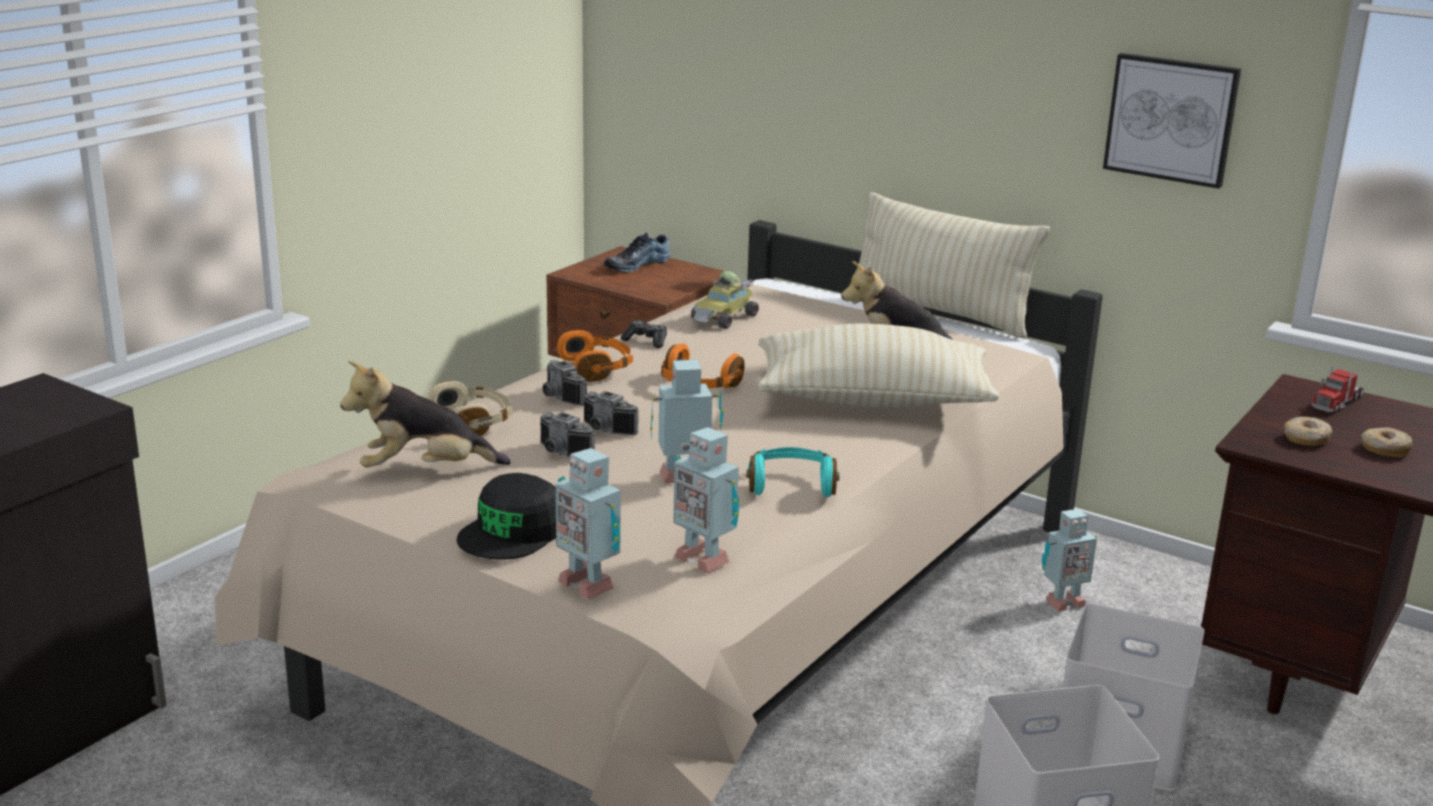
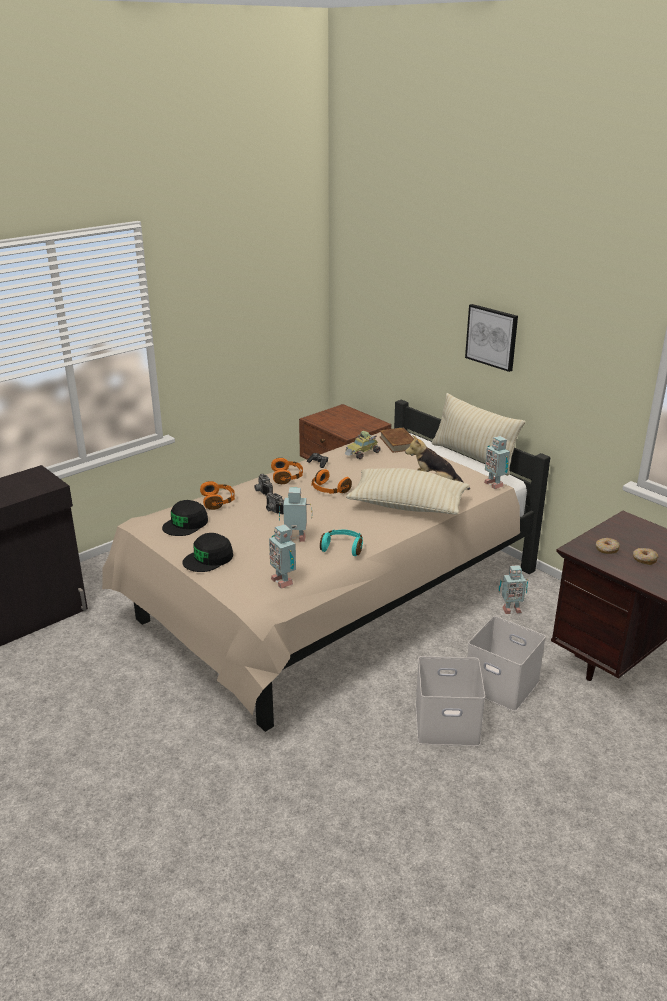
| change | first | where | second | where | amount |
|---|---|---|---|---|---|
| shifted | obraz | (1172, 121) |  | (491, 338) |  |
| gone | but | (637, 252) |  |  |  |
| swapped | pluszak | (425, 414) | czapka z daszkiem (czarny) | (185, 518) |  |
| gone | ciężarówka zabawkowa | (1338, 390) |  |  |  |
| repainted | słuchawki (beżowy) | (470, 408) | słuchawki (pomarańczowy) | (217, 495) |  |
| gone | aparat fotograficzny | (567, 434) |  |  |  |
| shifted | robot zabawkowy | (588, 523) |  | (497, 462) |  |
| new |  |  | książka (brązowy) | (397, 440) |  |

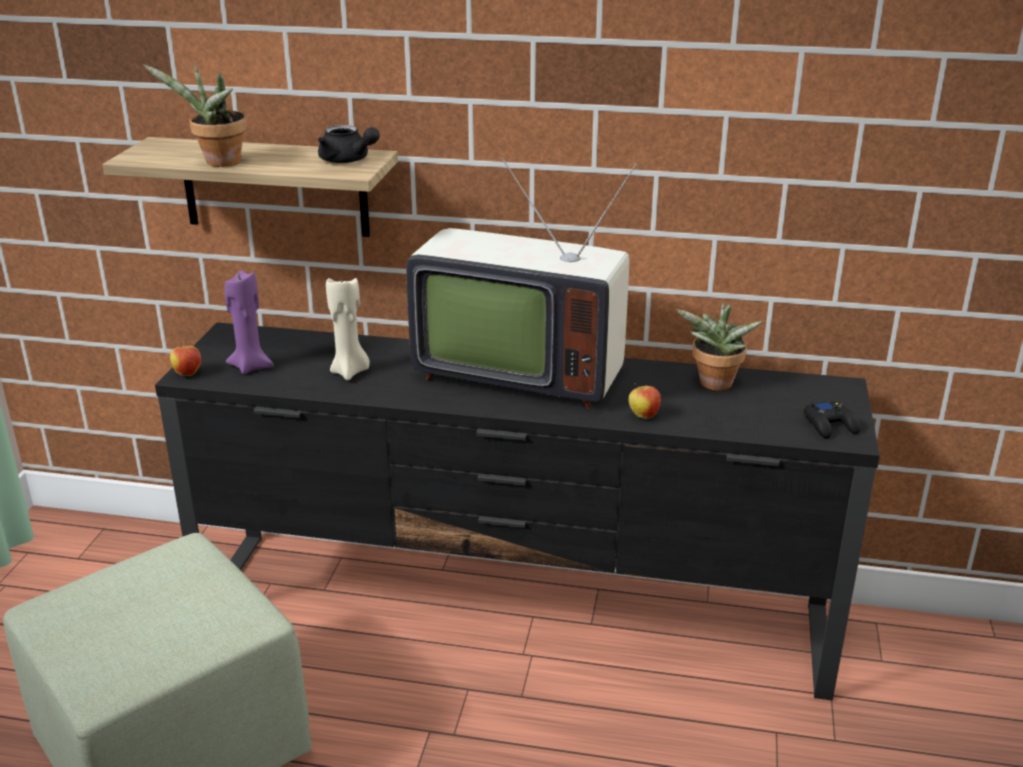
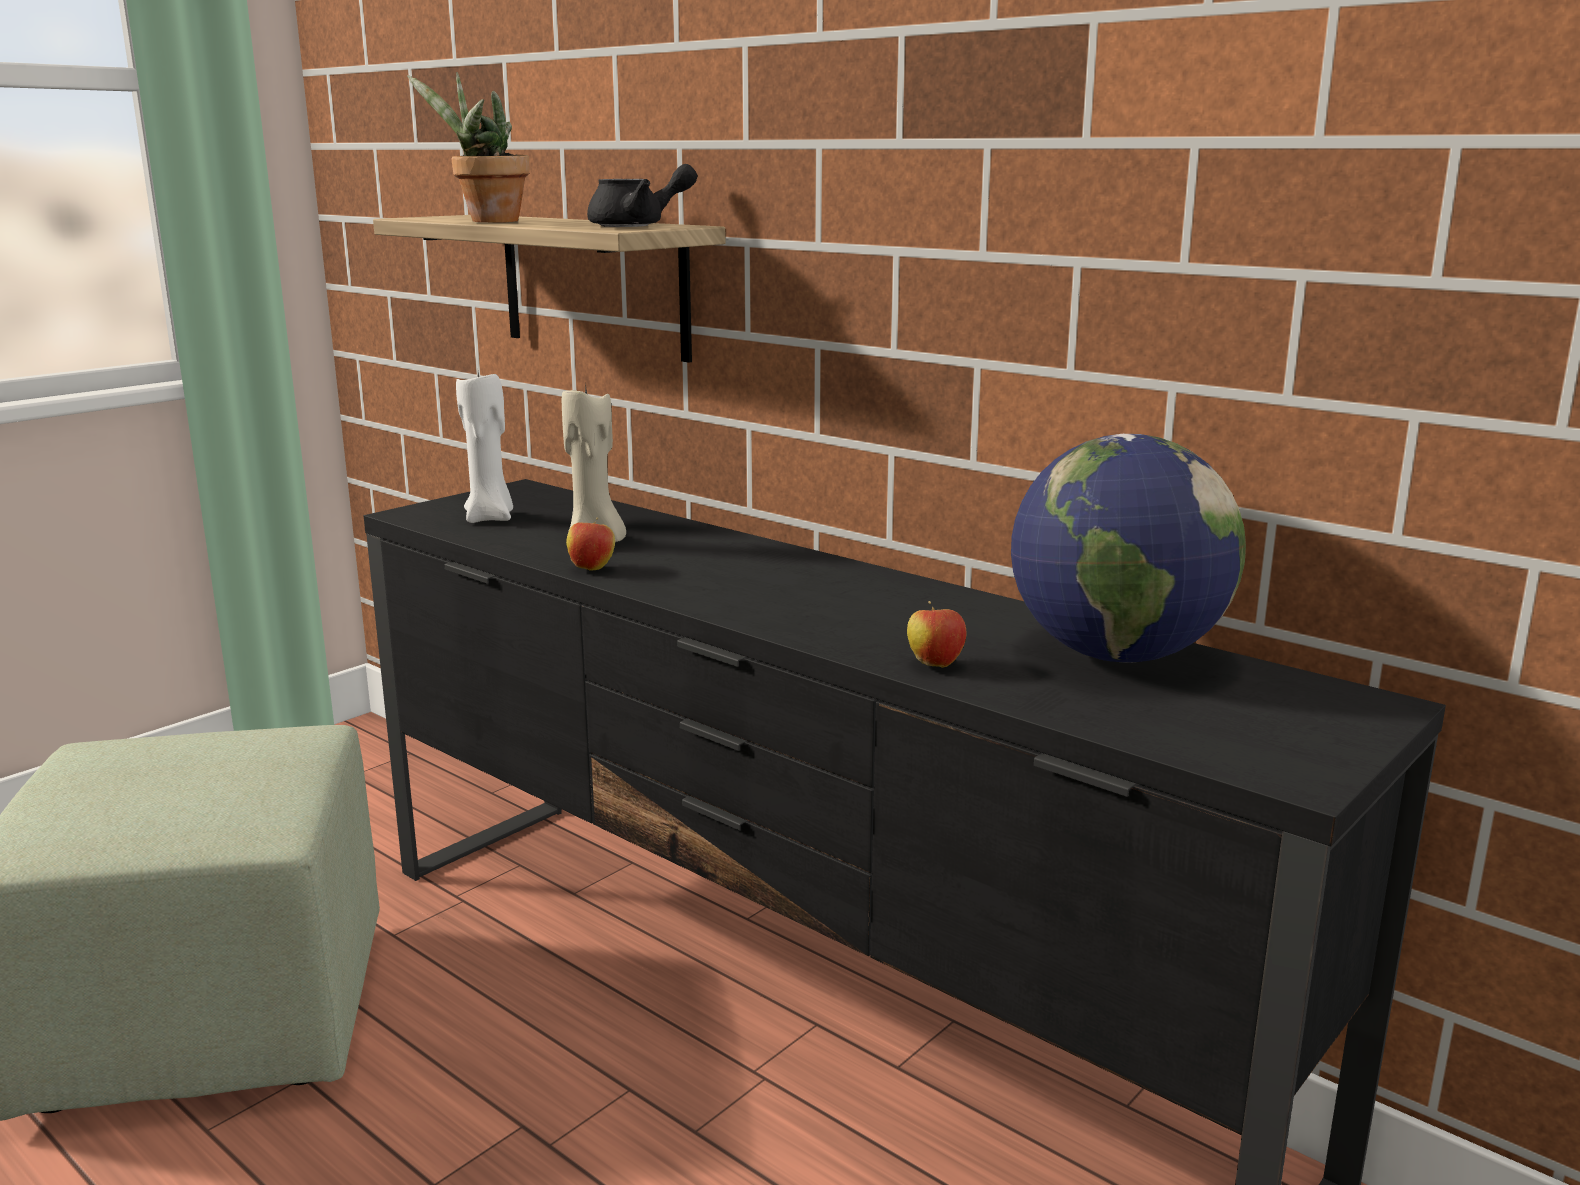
| change | first | where | second | where | amount |
|---|---|---|---|---|---|
| rotated | imbryk (czarny) | (349, 144) |  | (642, 195) | 90 degrees counterclockwise |
| gone | telewizor | (521, 283) |  |  |  |
| repainted | świeca (fioletowy) | (249, 322) | świeca (biały) | (484, 447) |  |
| swapped | roślina doniczkowa | (719, 346) | globus | (1128, 548) |  |
| shifted | jabłko | (185, 359) |  | (590, 544) |  |
| gone | pad do gier (czarny) | (832, 419) |  |  |  |

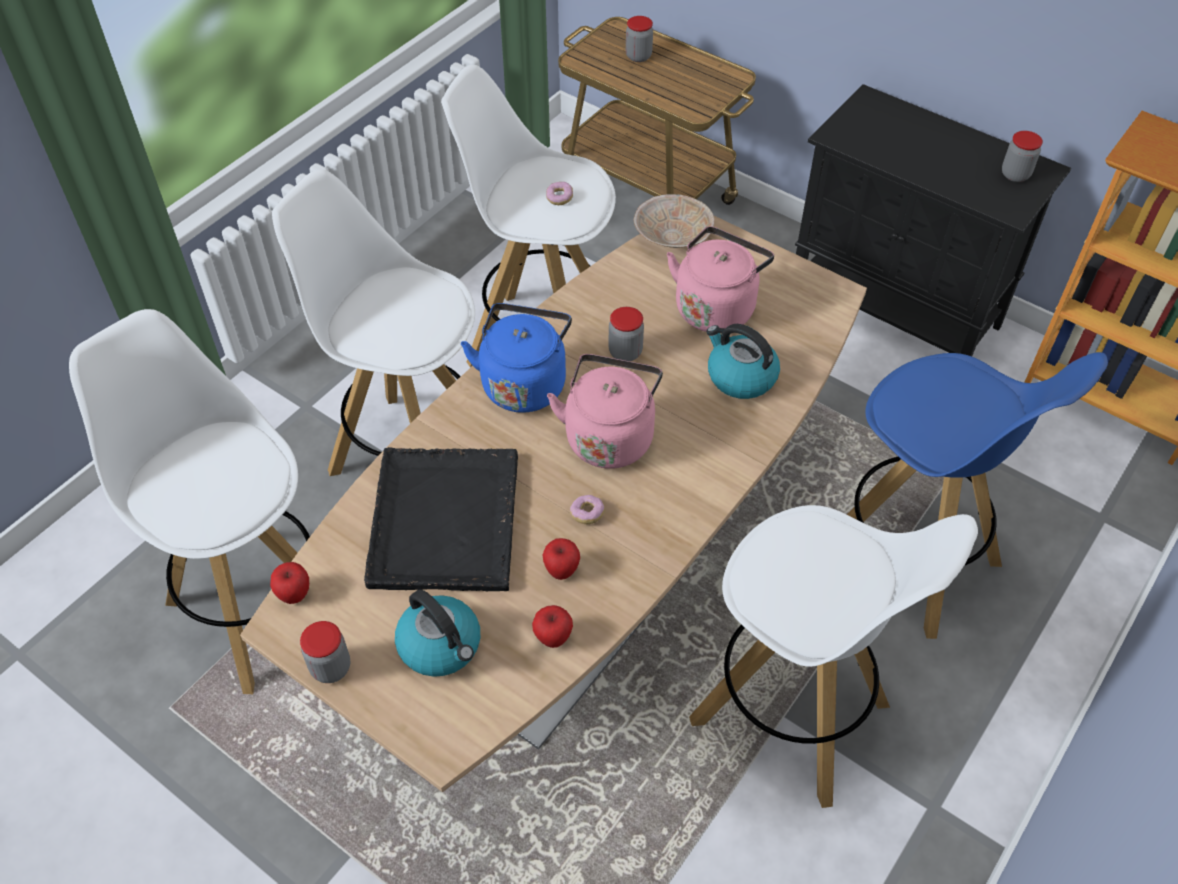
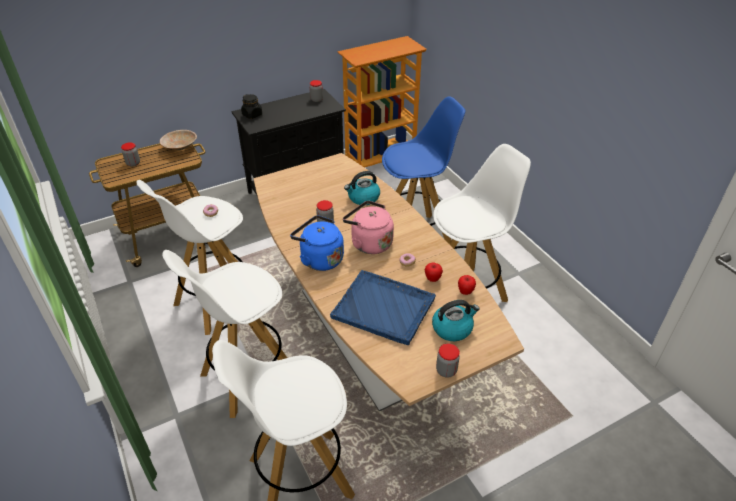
| change | first | where | second | where | amount |
|---|---|---|---|---|---|
| shifted | miska (beżowy) | (674, 221) |  | (178, 140) |  |
| gone | czajnik (różowy) | (720, 279) |  |  |  |
| repainted | taca (czarny) | (441, 519) | taca (niebieski) | (383, 307) |  |
| gone | jabłko | (289, 583) |  |  |  |
| new |  |  | słoik (czarny) | (251, 106) |  |

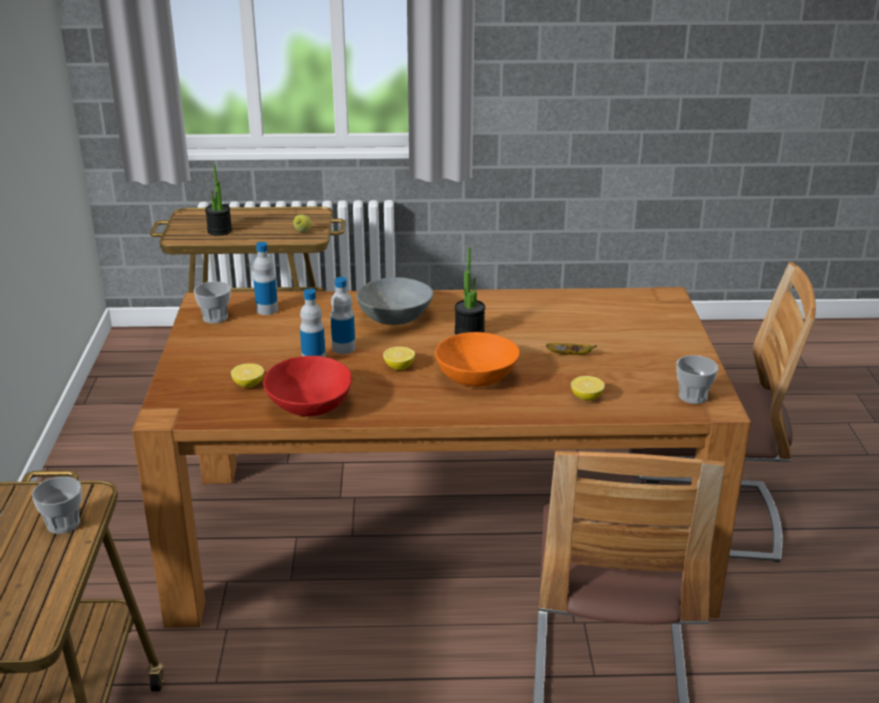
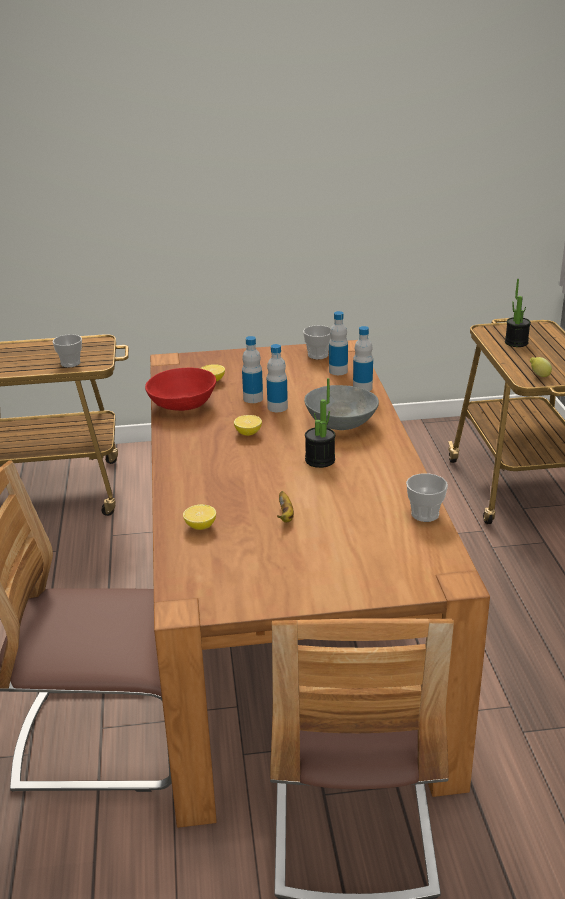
| change | first | where | second | where | amount |
|---|---|---|---|---|---|
| gone | miska (pomarańczowy) | (477, 359) |  |  |  |
| shifted | filiżanka | (697, 379) |  | (427, 497) |  |
| new |  |  | butelka | (363, 358) |  |

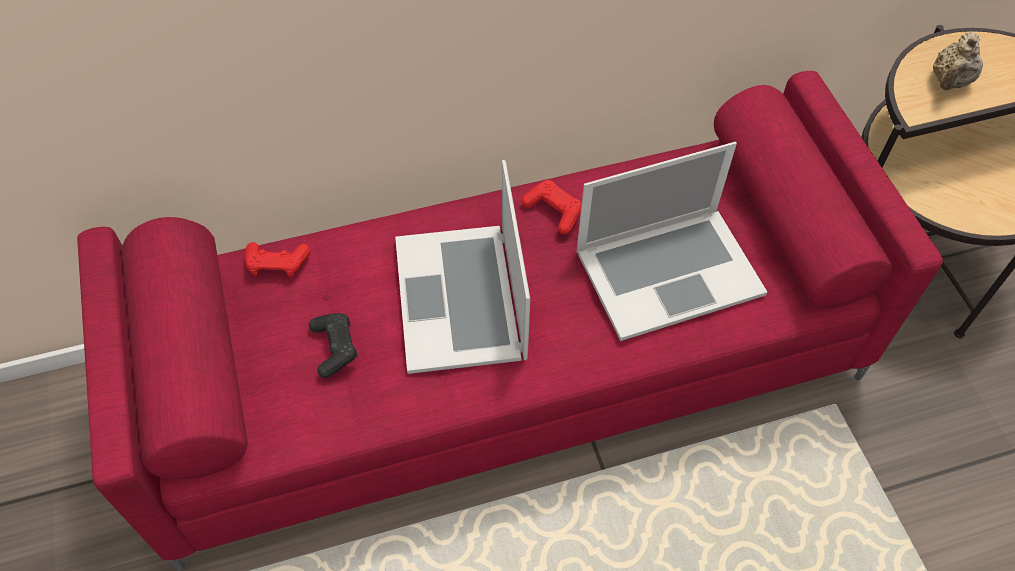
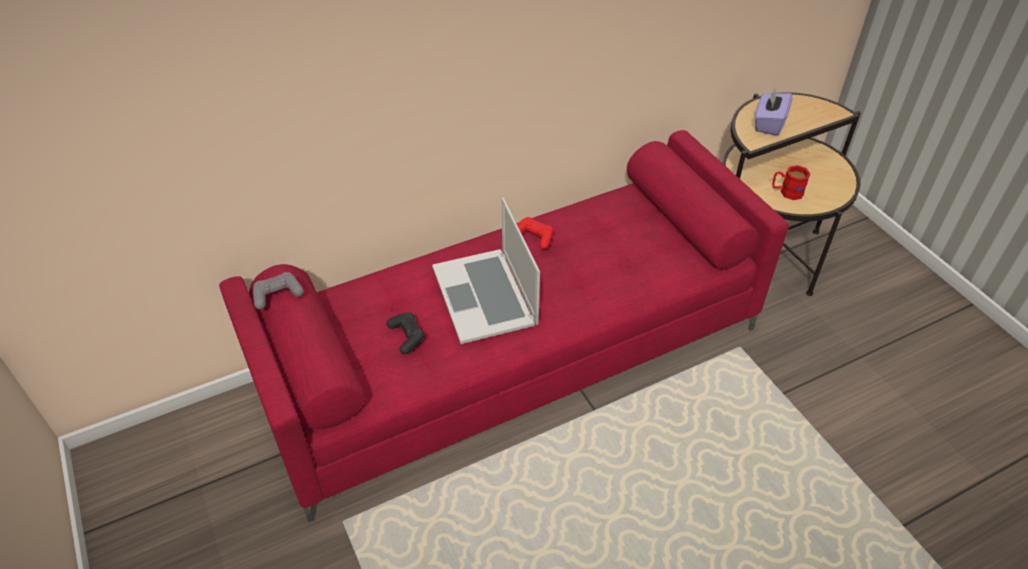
| change | first | where | second | where | amount |
|---|---|---|---|---|---|
| swapped | imbryk (beżowy) | (958, 61) | pudełko chusteczek (fioletowy) | (774, 112) |  |
| gone | laptop | (672, 241) |  |  |  |
| gone | pad do gier (czerwony) | (278, 260) |  |  |  |
| new |  |  | kubek (czerwony) | (791, 182) |  |
| new |  |  | pad do gier (szary) | (278, 290) |  |

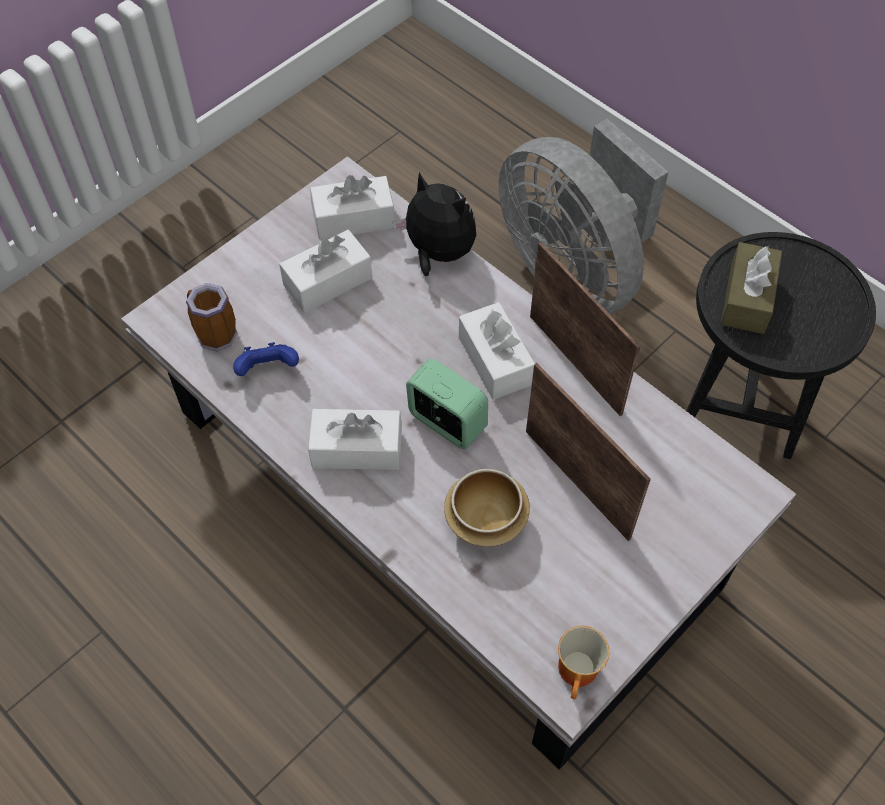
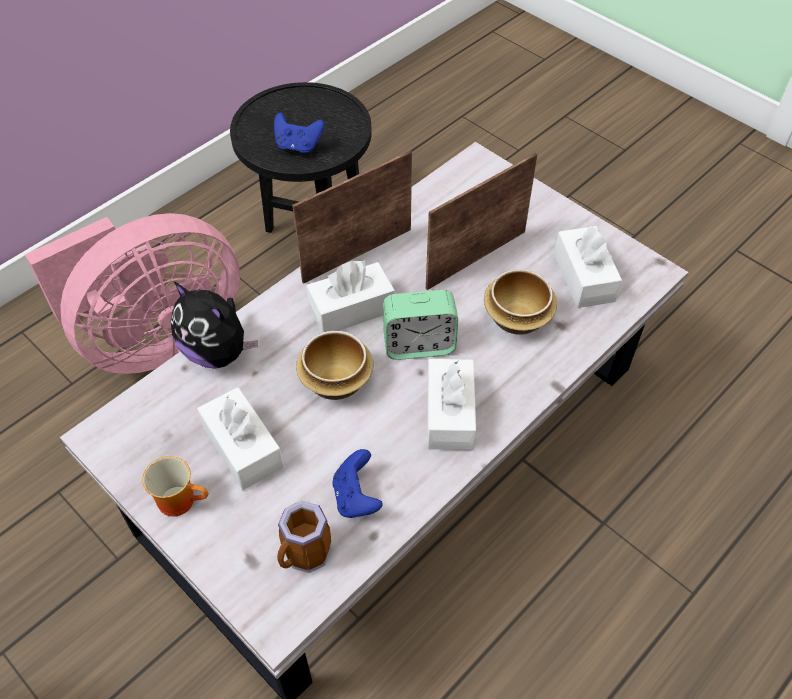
| change | first | where | second | where | amount |
|---|---|---|---|---|---|
| repainted | wentylator (szary) | (583, 216) | wentylator (różowy) | (132, 293) |  |
| rotated | pluszak | (434, 224) |  | (214, 325) | 90 degrees counterclockwise |
| shifted | pudełko chusteczek (biały) | (352, 207) |  | (588, 266) |  |
| swapped | pudełko chusteczek (brązowy) | (751, 288) | pad do gier (niebieski) | (299, 133) |  |
| rotated | budzik | (447, 403) |  | (420, 325) | 135 degrees counterclockwise |
| shifted | kubek | (583, 662) |  | (175, 486) |  |
| new |  |  | miska | (334, 365) |  |

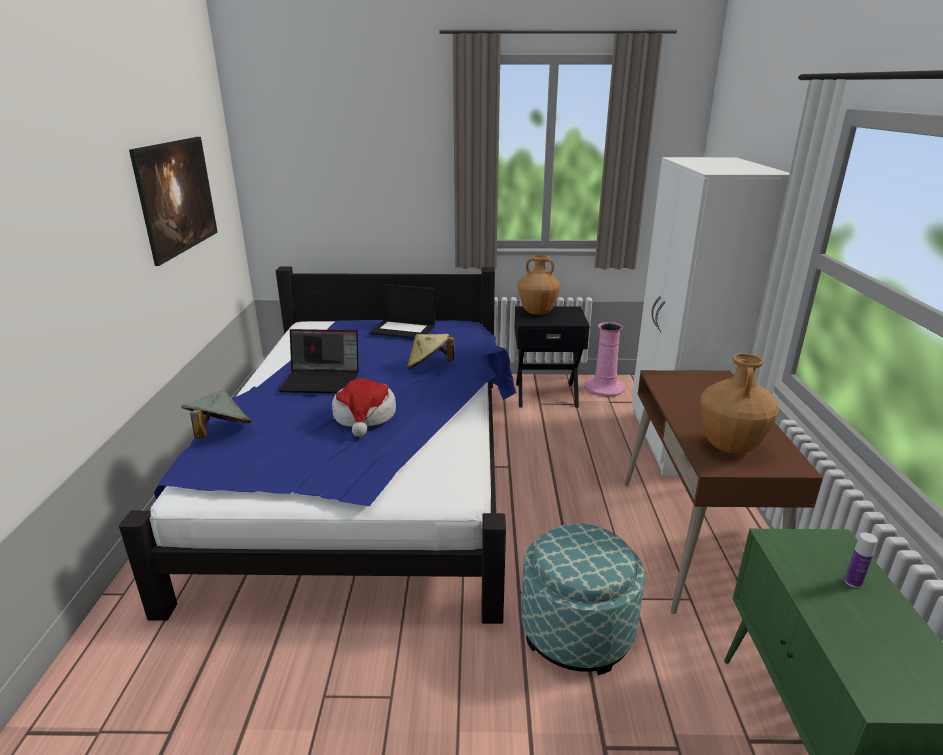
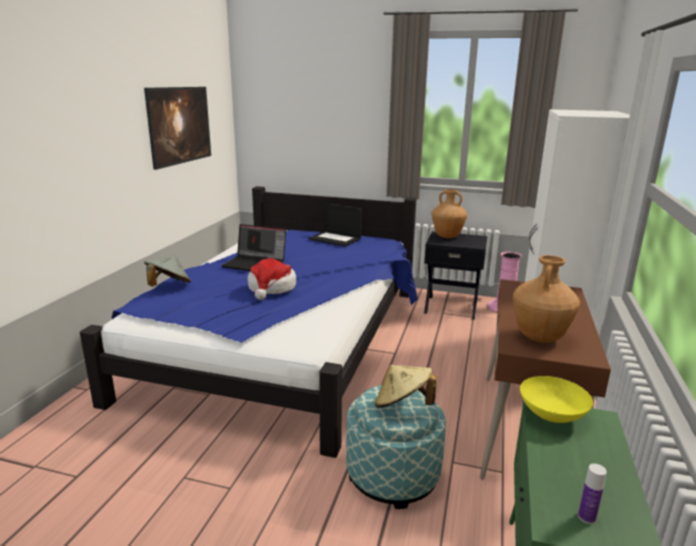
| change | first | where | second | where | amount |
|---|---|---|---|---|---|
| shifted | kapelusz (beżowy) | (431, 351) |  | (406, 386) |  |
| shifted | butelka | (861, 560) |  | (592, 494) |  |
| new |  |  | miska (żółty) | (556, 399) |  |

